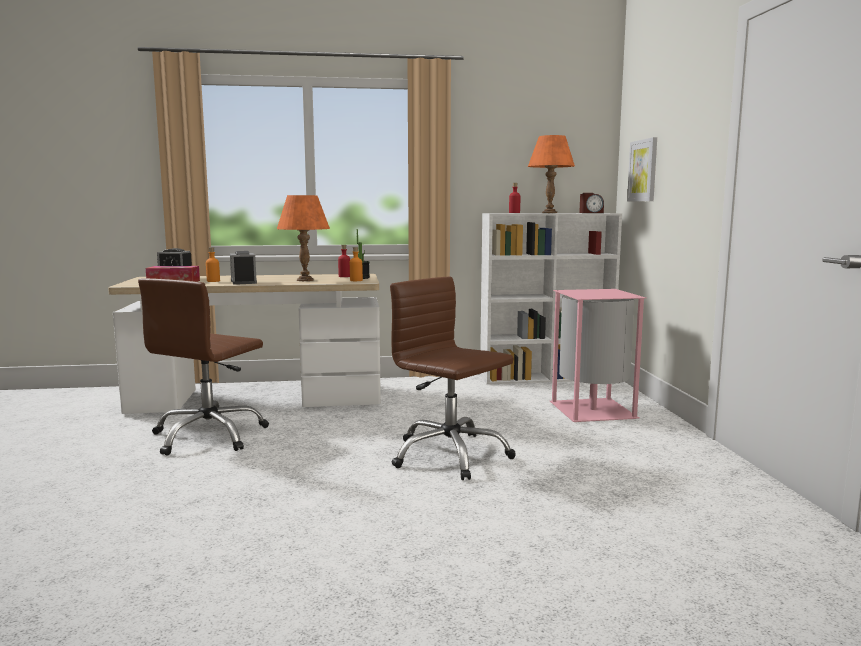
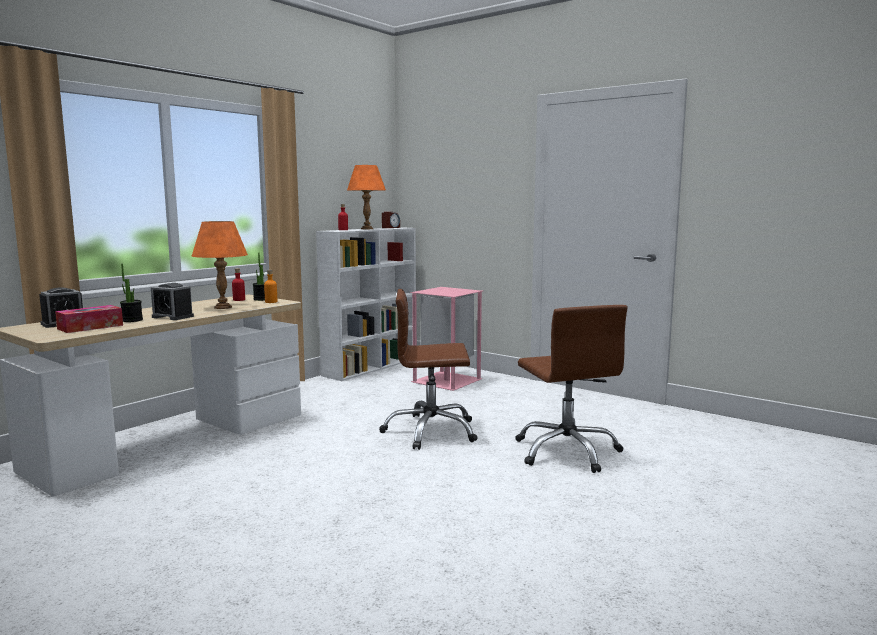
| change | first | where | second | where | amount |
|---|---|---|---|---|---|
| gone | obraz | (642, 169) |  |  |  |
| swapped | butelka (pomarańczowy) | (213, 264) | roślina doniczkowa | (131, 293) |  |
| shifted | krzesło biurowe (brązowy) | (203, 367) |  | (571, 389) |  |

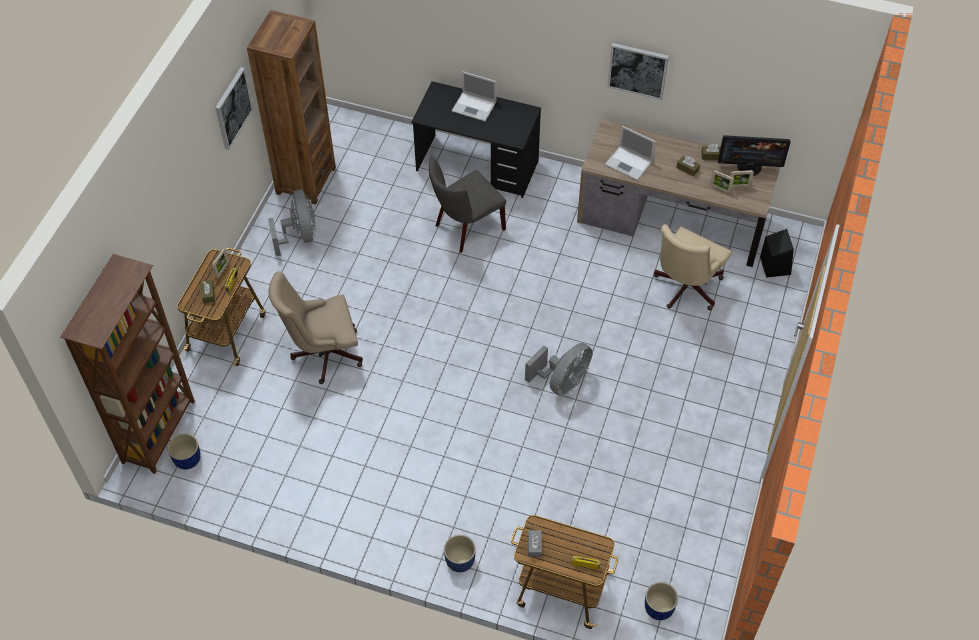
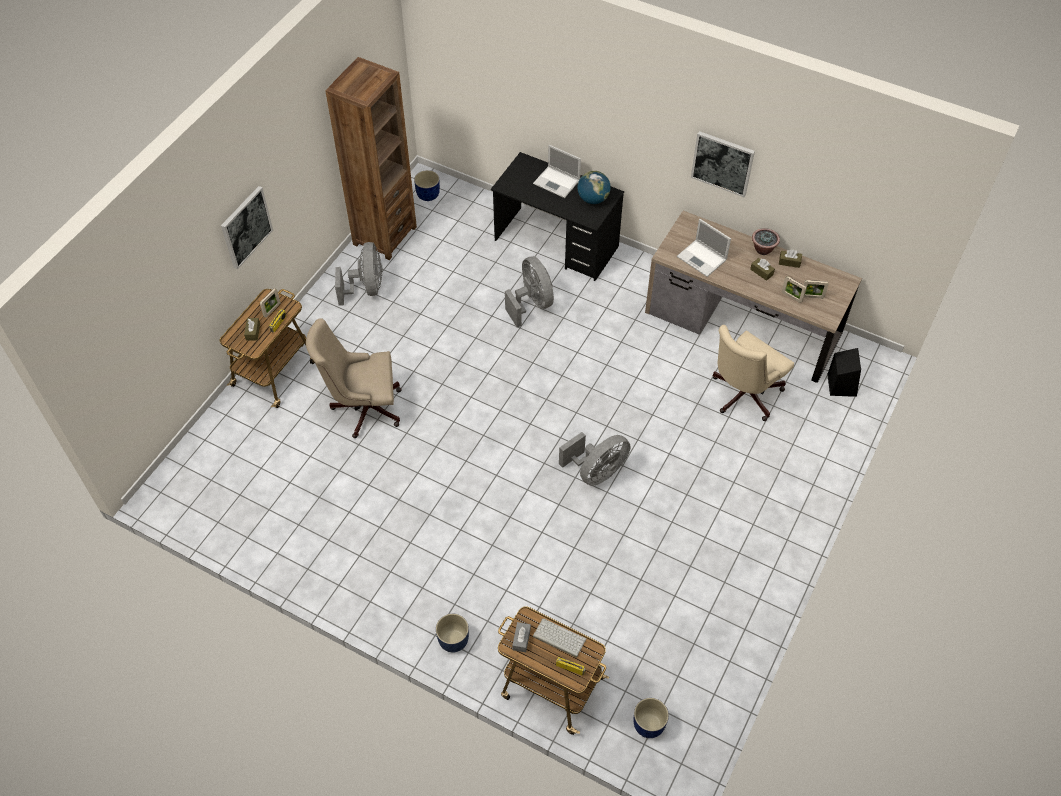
| change | first | where | second | where | amount |
|---|---|---|---|---|---|
| shifted | obraz | (234, 108) |  | (247, 228) |  |
| gone | monitor | (754, 155) |  |  |  |
| swapped | krzesło (szary) | (467, 204) | wentylator (szary) | (529, 291) |  |
| gone | regał (brązowy) | (127, 364) |  |  |  |
| shifted | donica (niebieski) | (184, 452) |  | (427, 185) |  |
| new |  |  | globus | (594, 187) |  |
| new |  |  | roślina doniczkowa | (766, 241) |  |
| new |  |  | klawiatura | (559, 638) |  |

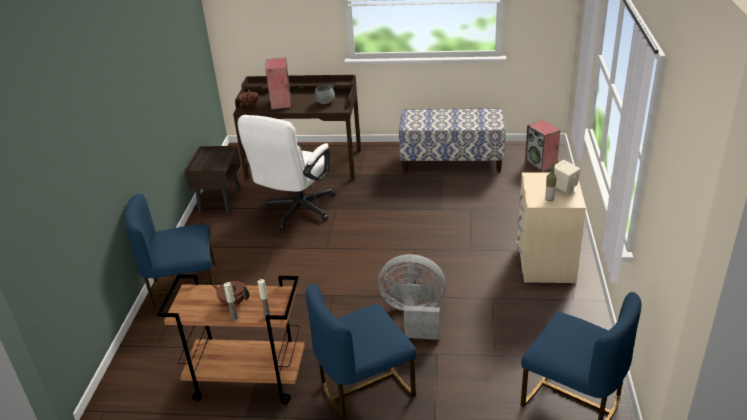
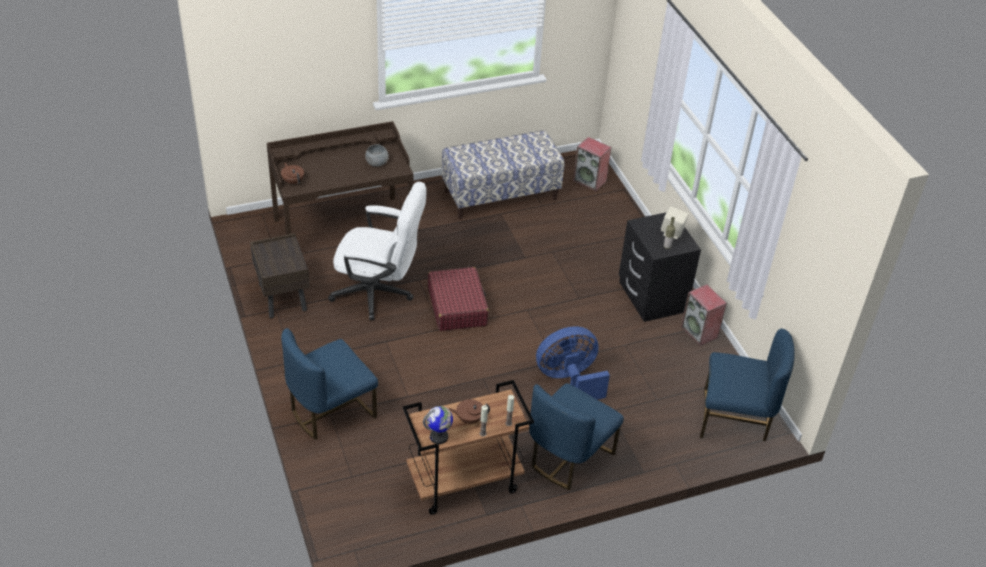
| change | first | where | second | where | amount |
|---|---|---|---|---|---|
| shifted | głośnik | (278, 84) |  | (704, 315) |  |
| rotated | krzesło biurowe (biały) | (286, 172) |  | (377, 251) | 75 degrees counterclockwise |
| repainted | szafka nocna (beżowy) | (551, 228) | szafka nocna (czarny) | (660, 267) |  |
| repainted | wentylator (szary) | (412, 297) | wentylator (niebieski) | (573, 363) |  |
| new |  |  | walizka (czerwony) | (458, 299) |  |
| new |  |  | globus | (438, 425) |  |

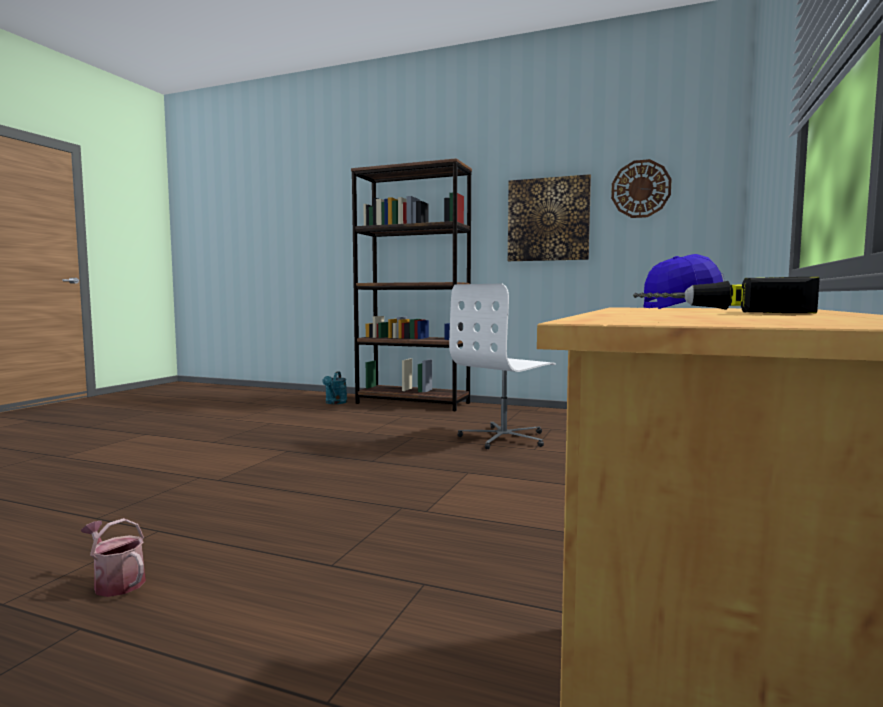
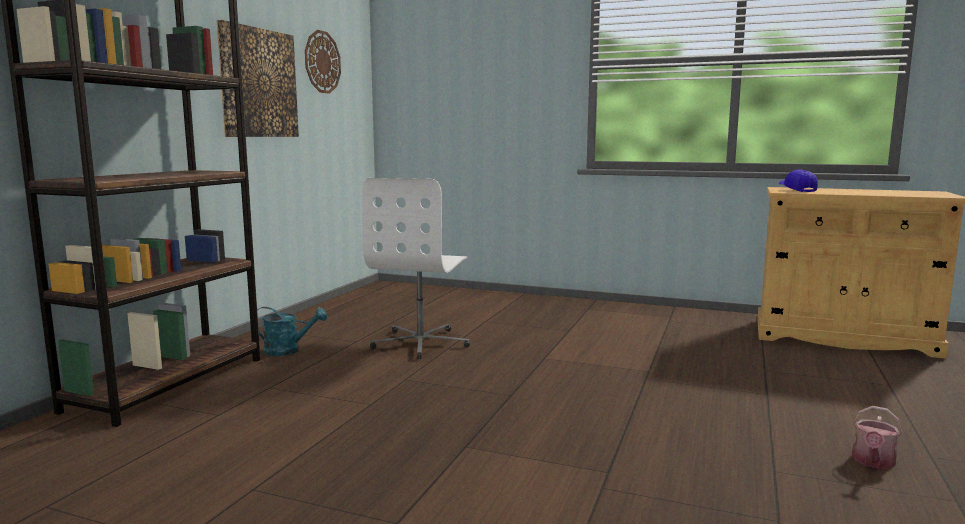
| change | first | where | second | where | amount |
|---|---|---|---|---|---|
| gone | wiertarka | (726, 295) |  |  |  |
| rotated | krzesło biurowe (biały) | (502, 366) |  | (416, 268) | 60 degrees clockwise |
| shifted | konewka (turkusowy) | (334, 387) |  | (292, 331) |  |

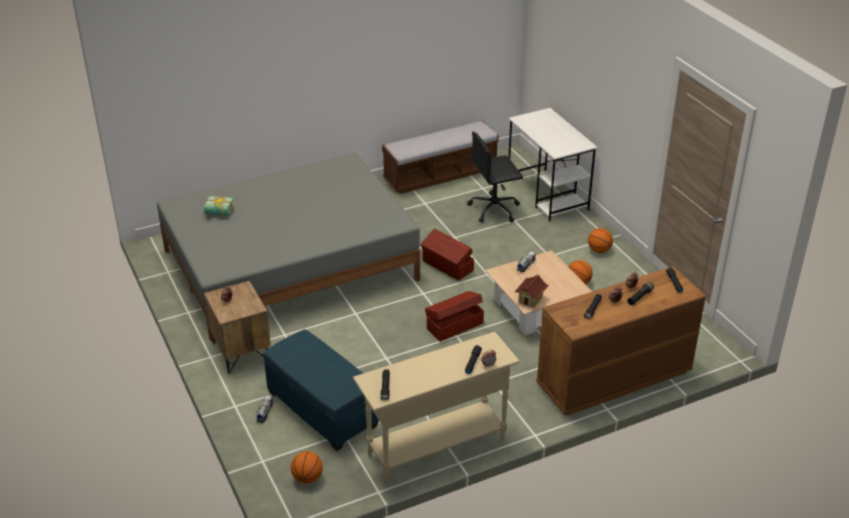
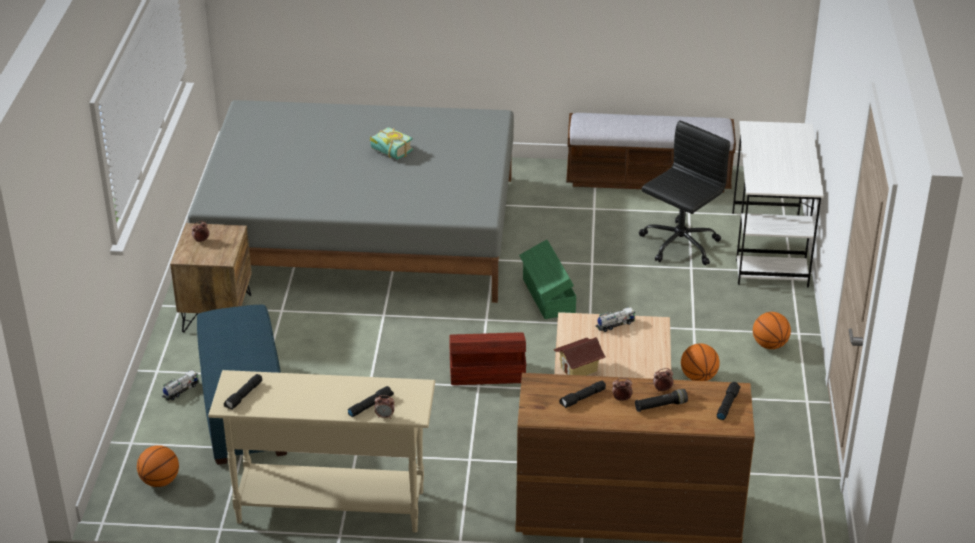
| change | first | where | second | where | amount |
|---|---|---|---|---|---|
| rotated | krzesło biurowe (czarny) | (495, 177) |  | (684, 192) | 120 degrees clockwise |
| shifted | książka | (219, 206) |  | (391, 143) |  |
| repainted | pojemnik do przechowywania (brązowy) | (447, 254) | pojemnik do przechowywania (zielony) | (547, 279) |  |

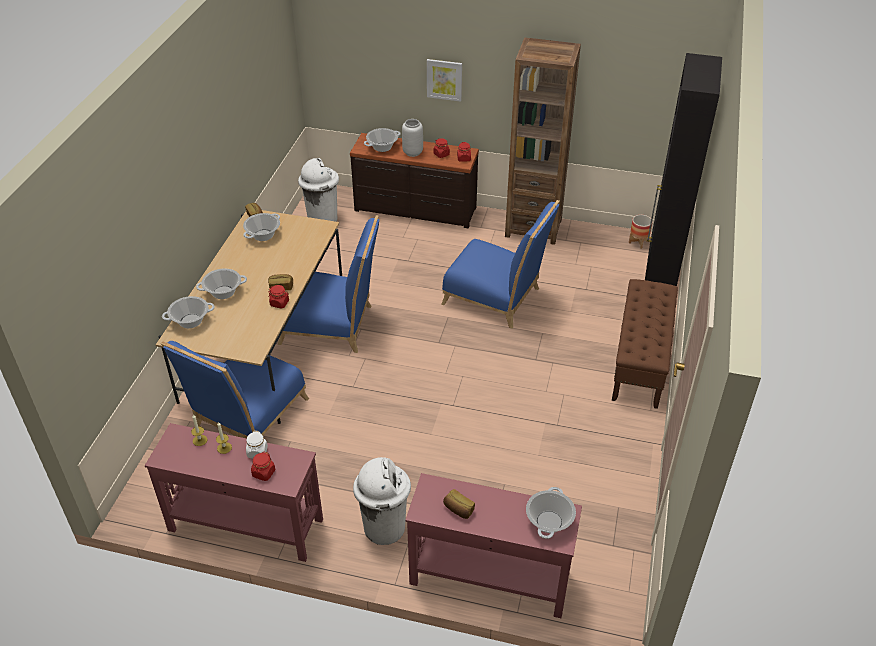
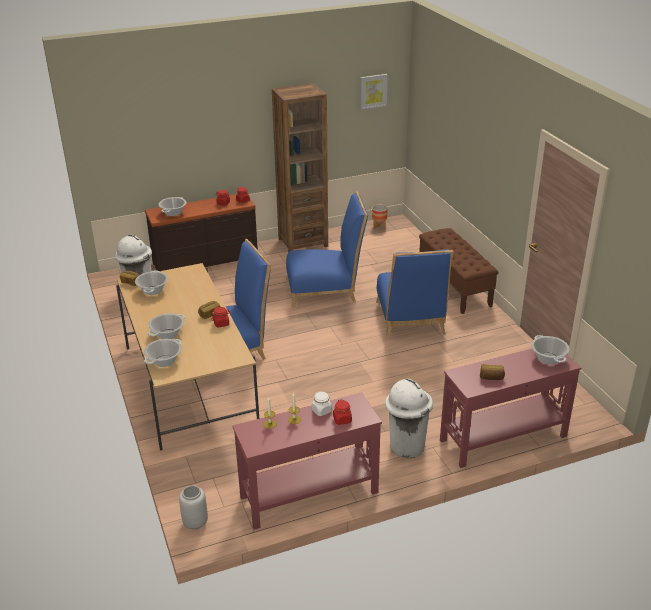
| change | first | where | second | where | amount |
|---|---|---|---|---|---|
| gone | szafka (czarny) | (683, 169) |  |  |  |
| shifted | obraz | (444, 80) |  | (374, 92) |  |
| shifted | wazon (szary) | (412, 138) |  | (193, 507) |  |
| shifted | krzesło (niebieski) | (235, 389) |  | (415, 293) |  |

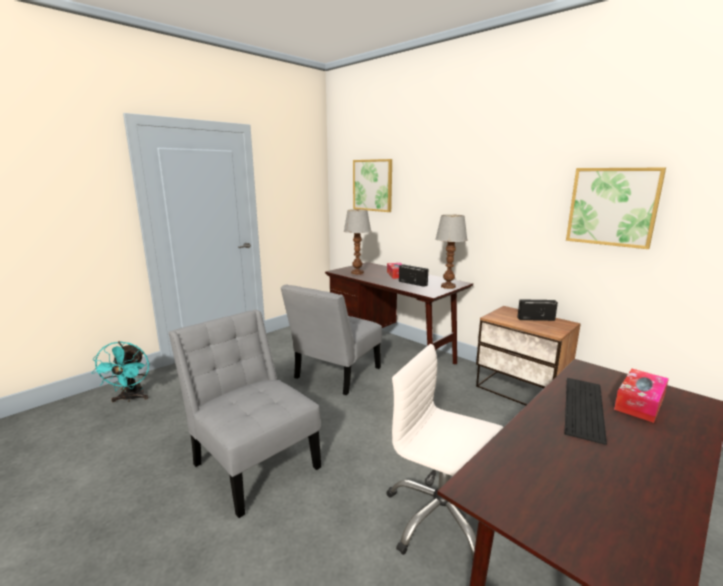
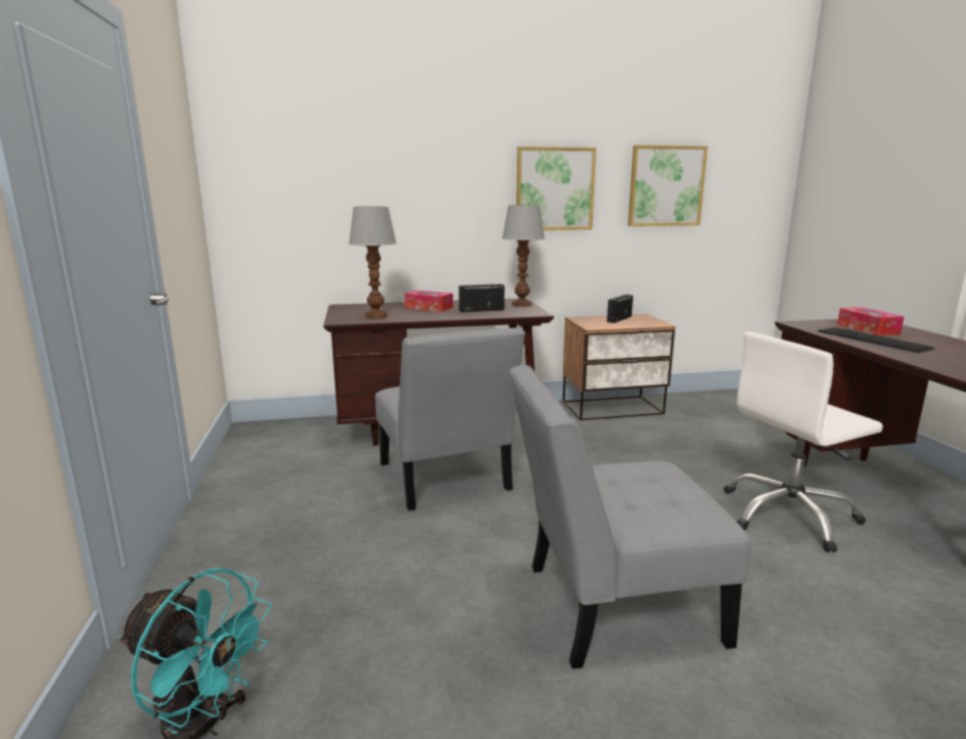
| change | first | where | second | where | amount |
|---|---|---|---|---|---|
| shifted | obraz | (372, 185) |  | (556, 188) |  |

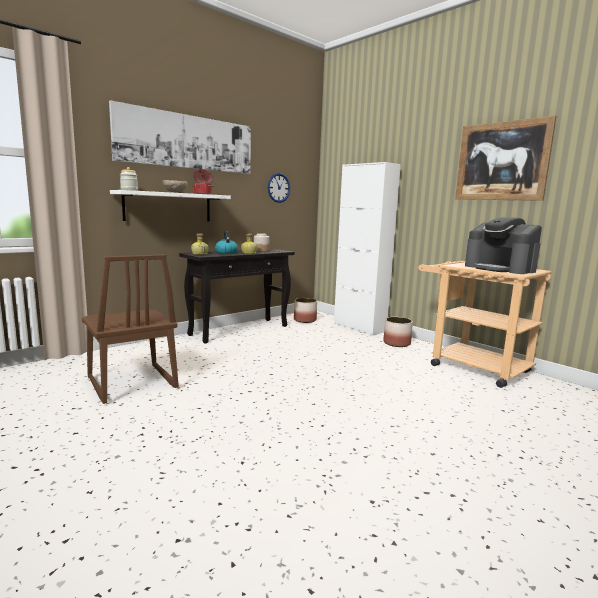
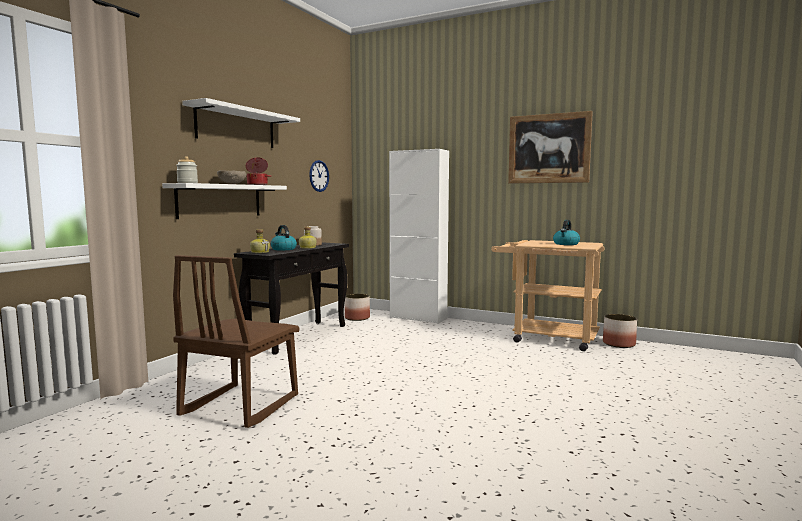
| change | first | where | second | where | amount |
|---|---|---|---|---|---|
| swapped | obraz | (180, 137) | półka (biały) | (241, 123) |  |
| swapped | ekspres do kawy | (503, 245) | czajnik | (566, 232) |  |
| rotated | krzesło (brązowy) | (130, 329) |  | (236, 341) | 75 degrees clockwise |
| shifted | donica | (398, 332) |  | (620, 331) |  |

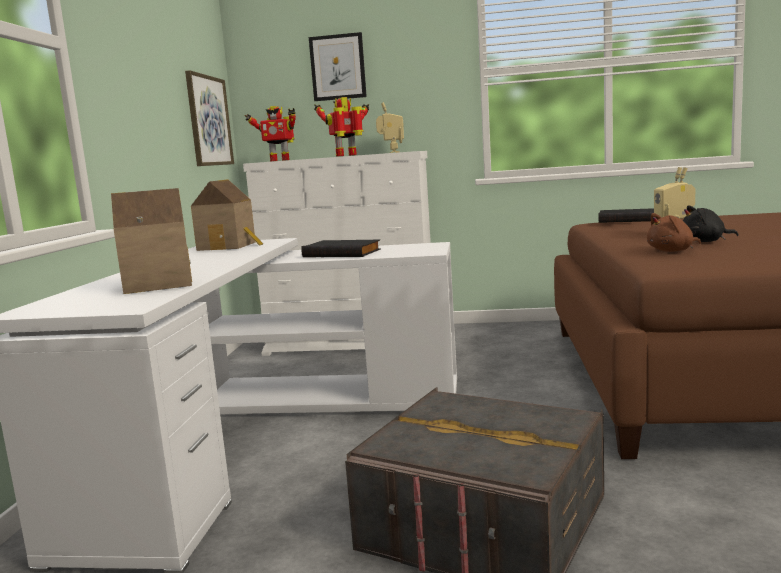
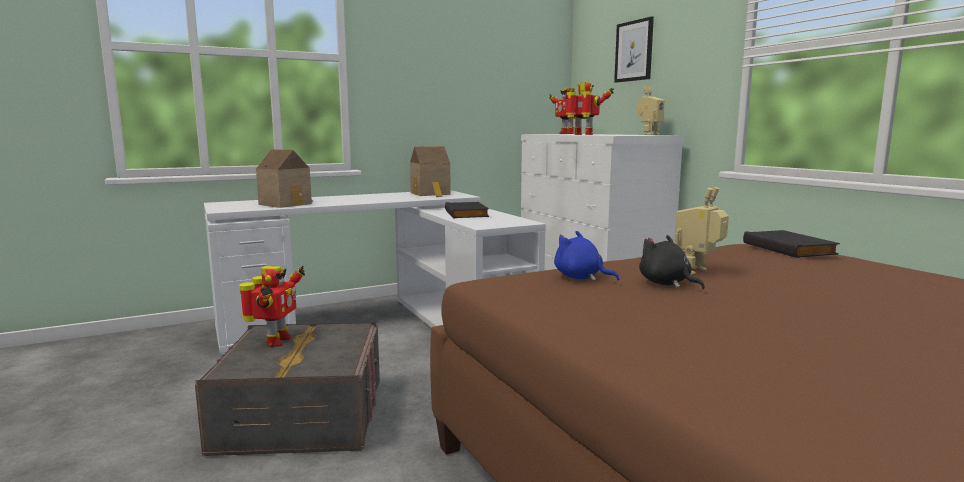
| change | first | where | second | where | amount |
|---|---|---|---|---|---|
| gone | obraz | (209, 118) |  |  |  |
| repainted | pluszak (brązowy) | (674, 232) | pluszak (niebieski) | (586, 256) |  |
| new |  |  | robot zabawkowy | (272, 306) |  |

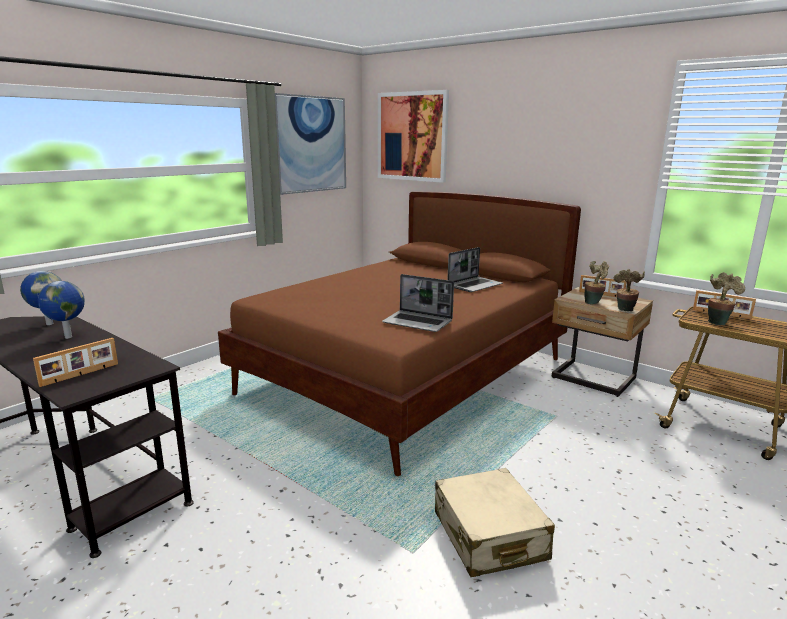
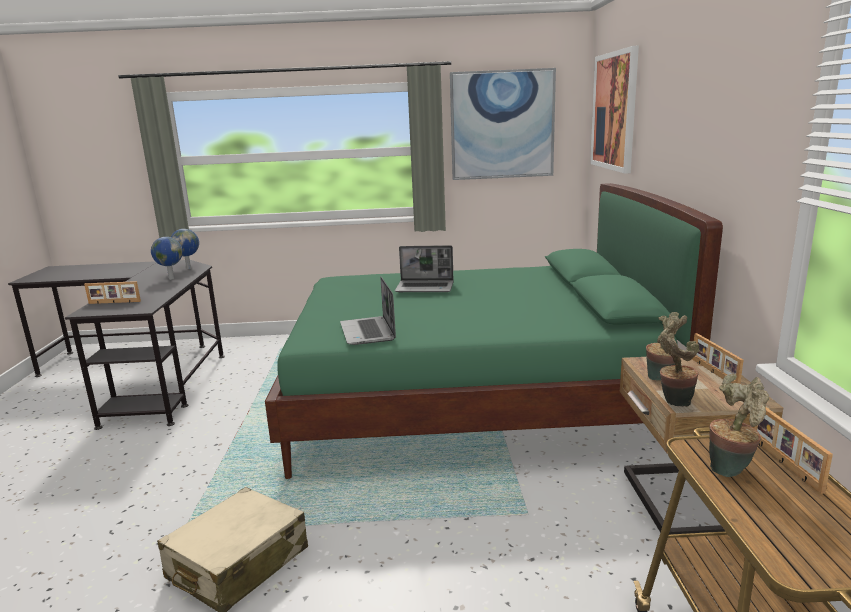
| change | first | where | second | where | amount |
|---|---|---|---|---|---|
| repainted | łóżko (brązowy) | (399, 333) | łóżko (zielony) | (494, 331) |  |
| shifted | laptop | (475, 269) |  | (424, 268) |  |

